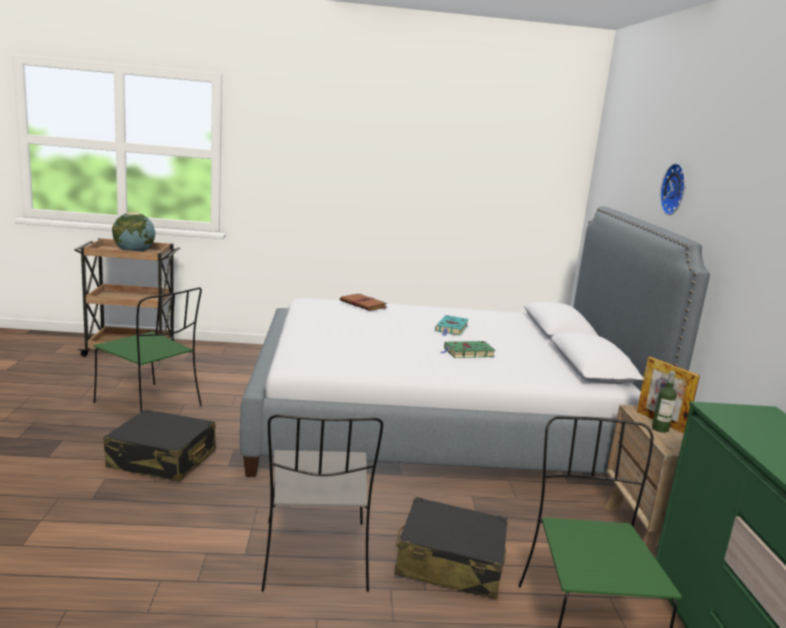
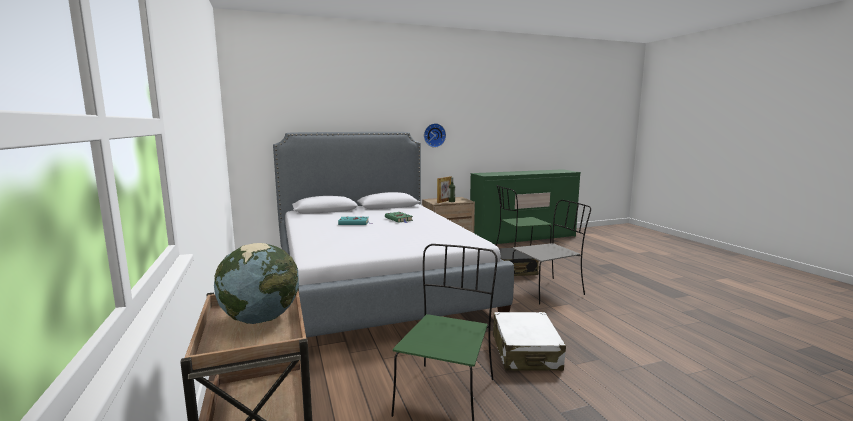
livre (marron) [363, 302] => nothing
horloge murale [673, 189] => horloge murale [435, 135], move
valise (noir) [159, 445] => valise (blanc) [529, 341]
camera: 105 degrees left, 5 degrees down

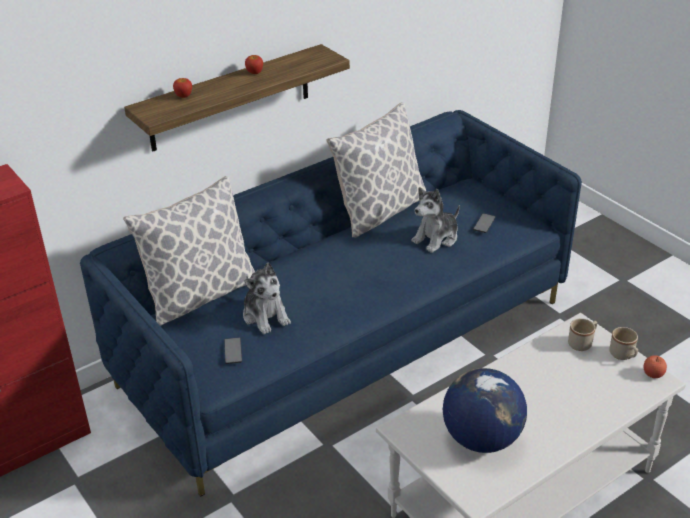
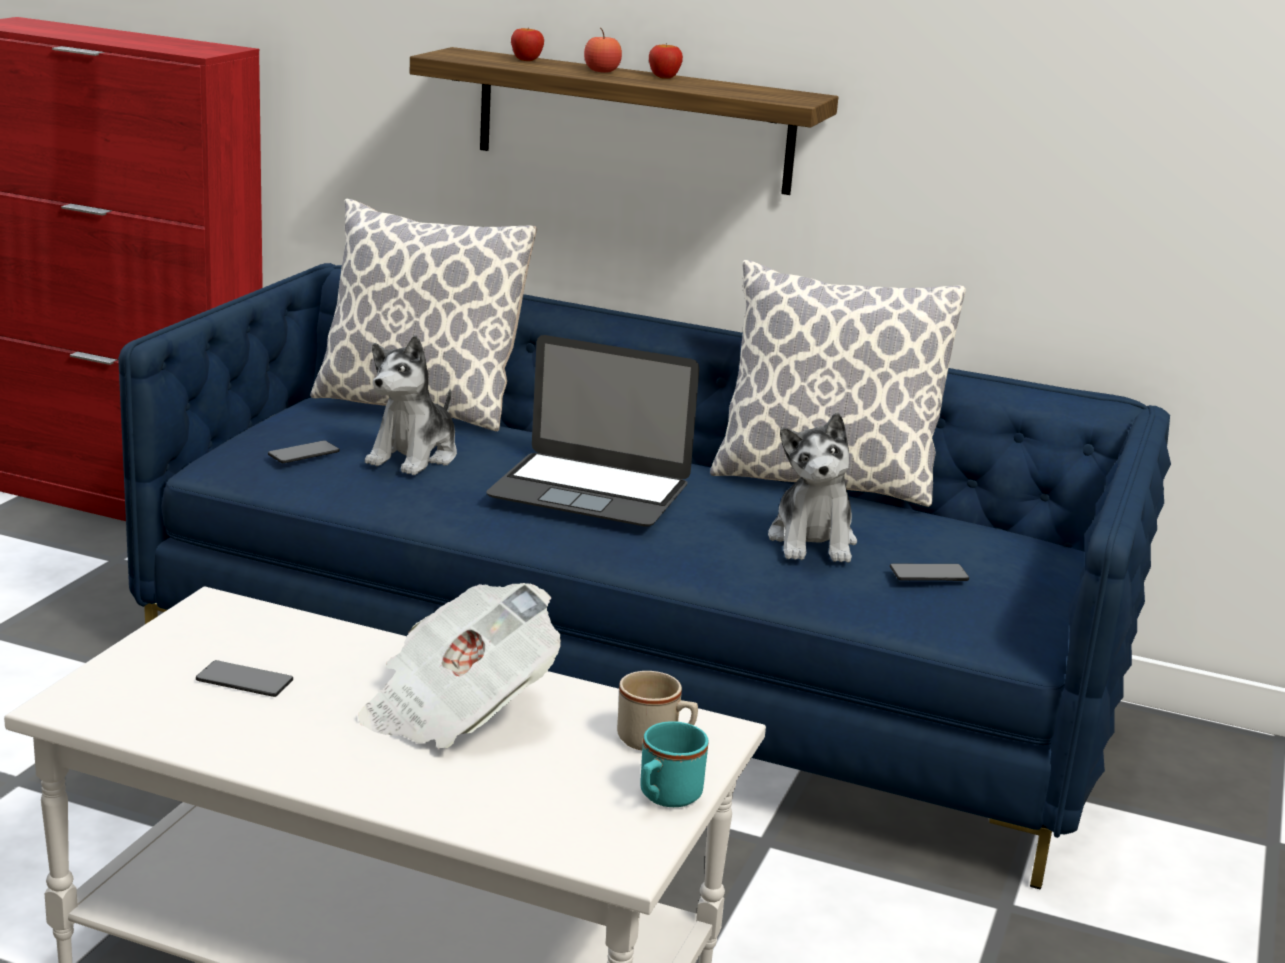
nothing => journal [459, 665]
nothing => ordinateur portable [592, 431]
pomme [655, 366] => pomme [603, 50], move
globe [485, 410] => téléphone [244, 678]
mug (beige) [624, 343] => mug (turquoise) [674, 764]
peluche [435, 220] => peluche [812, 487], 105 degrees counterclockwise
camera: 55 degrees right, 15 degrees down

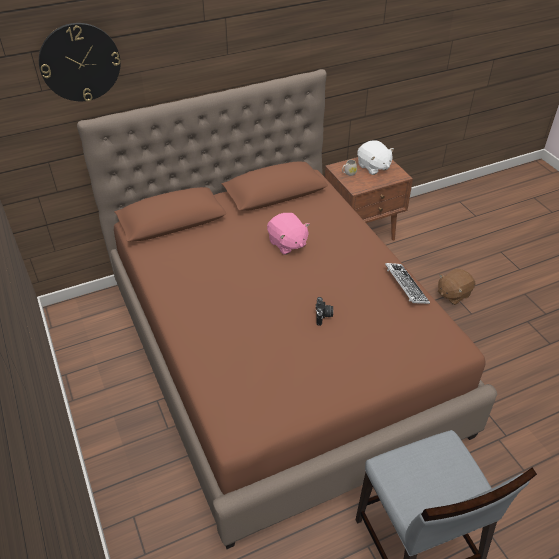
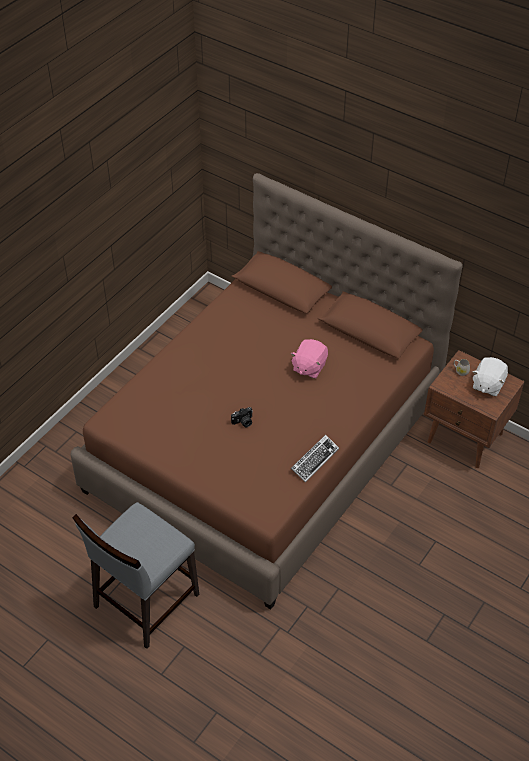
horloge murale [79, 62] => nothing
peluche (marron) [456, 286] => nothing
camera: 60 degrees right, 5 degrees up

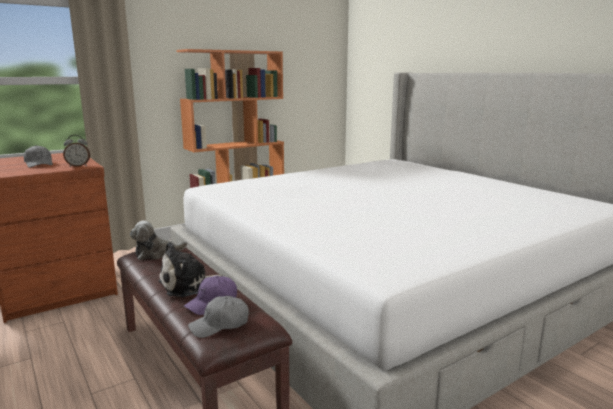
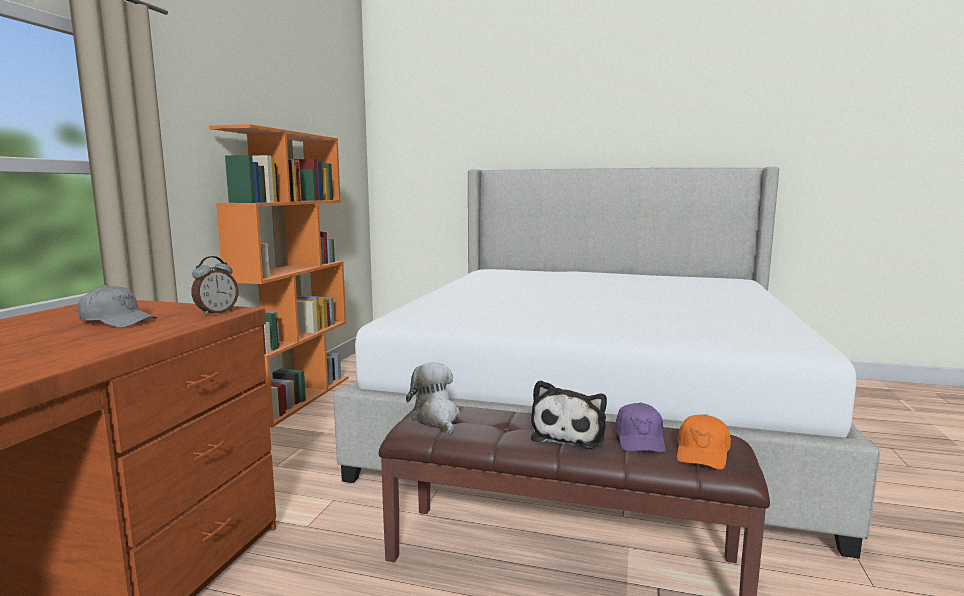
casquette (gris) [218, 317] => casquette (orange) [704, 442]
peluche [159, 240] => peluche [433, 398], 135 degrees clockwise
camera: 40 degrees left, 5 degrees down

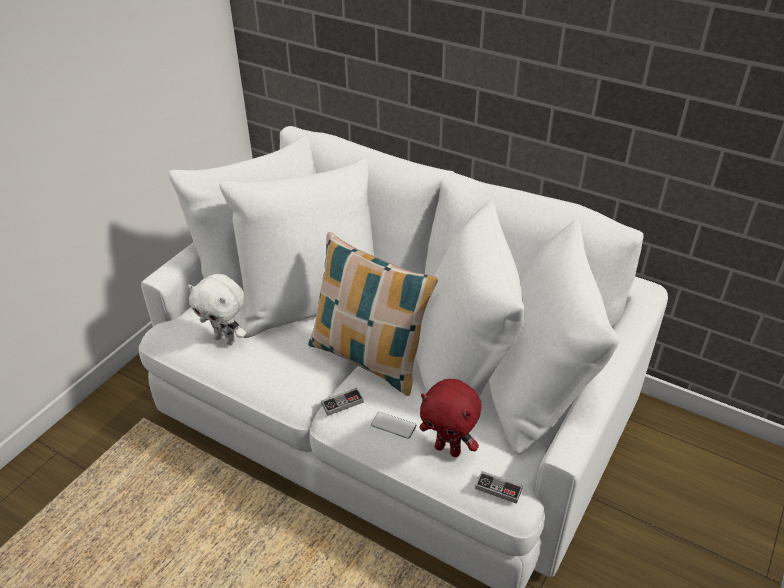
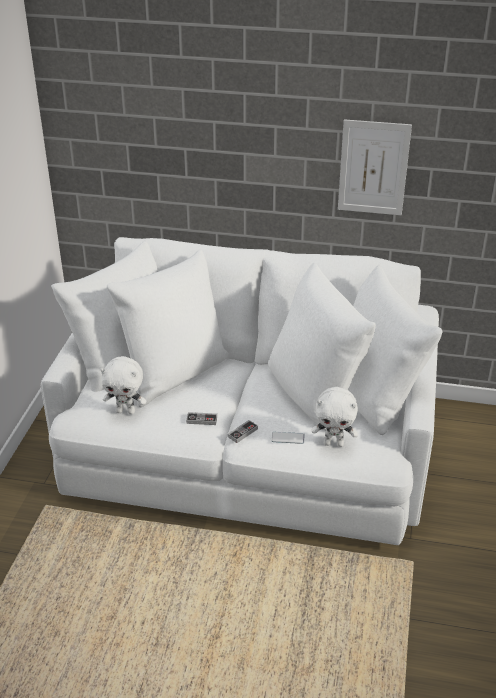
coussin [373, 314] => nothing
nothing => tableau [375, 167]
manette [499, 487] => manette [201, 418], move
peluche (rouge) [450, 418] => peluche (blanc) [335, 417]
camera: 20 degrees left, 5 degrees down

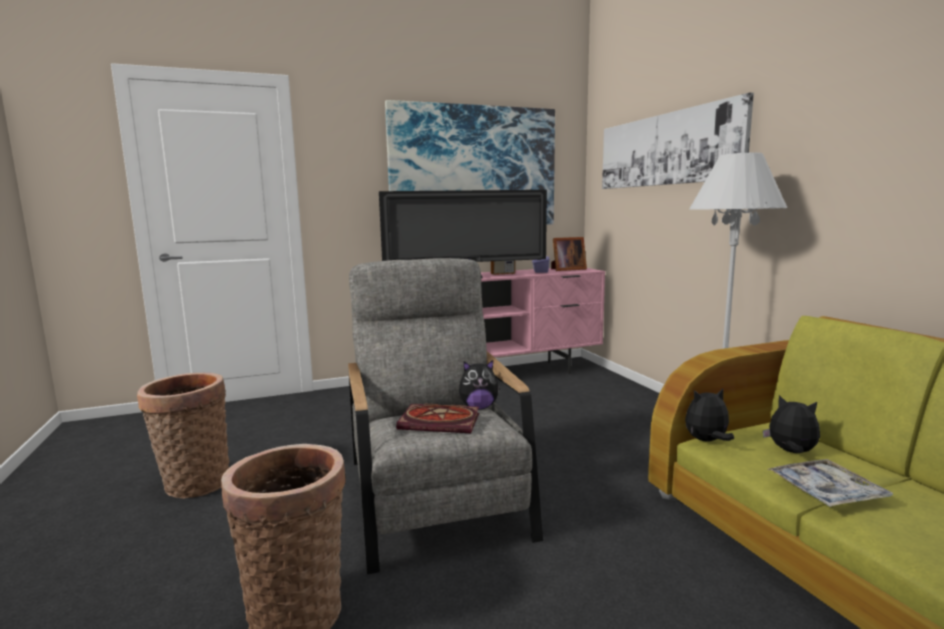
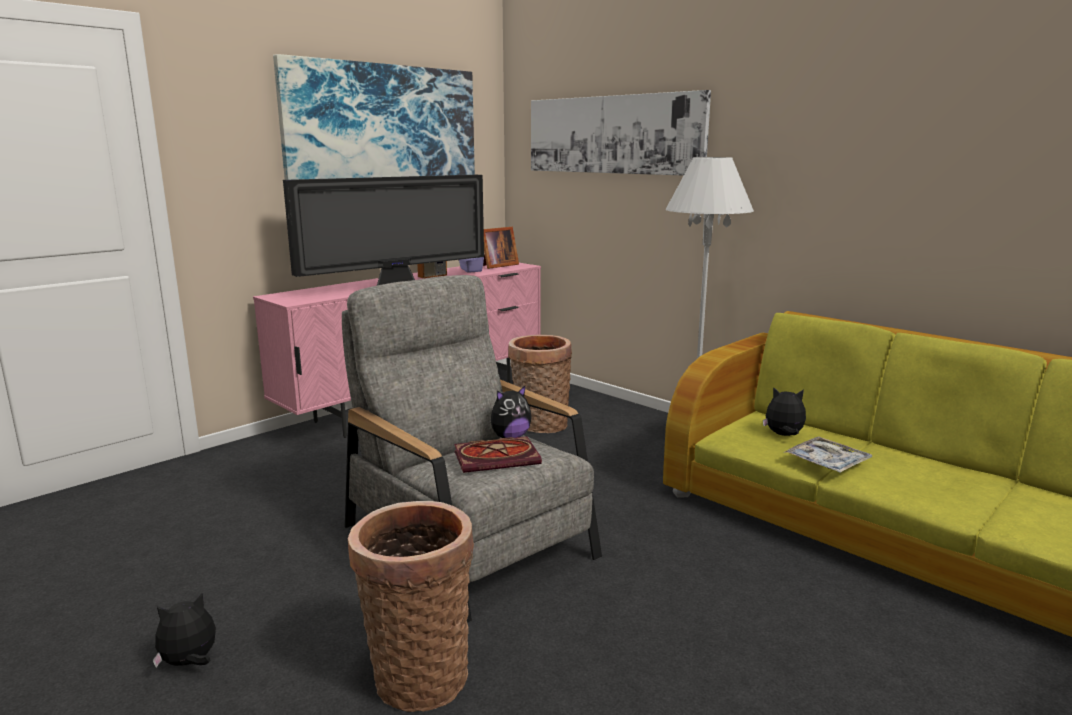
panier [183, 436] => panier [540, 384], move
peluche [709, 415] => peluche [184, 630], move
camera: 25 degrees left, 5 degrees up

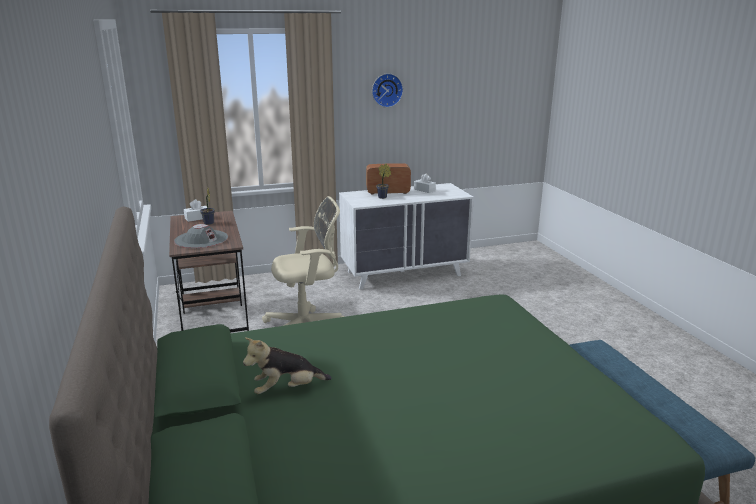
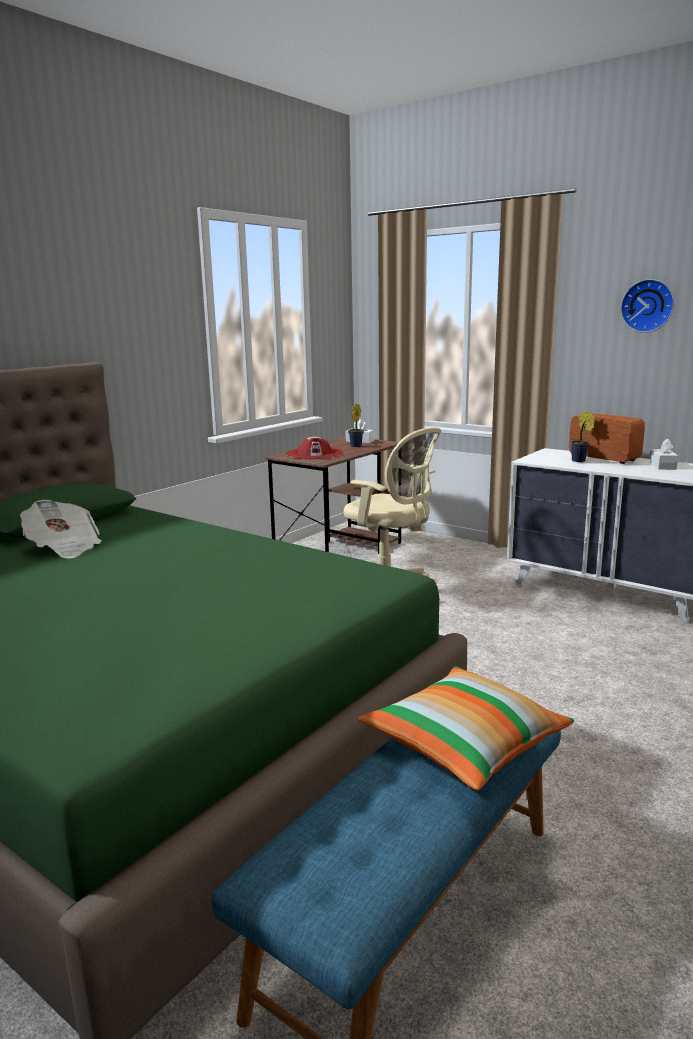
nothing => coussin [466, 728]
peluche [287, 366] => journal [61, 529]
chapeau (gris) [201, 236] => chapeau (rouge) [315, 448]
camera: 55 degrees right, 5 degrees down

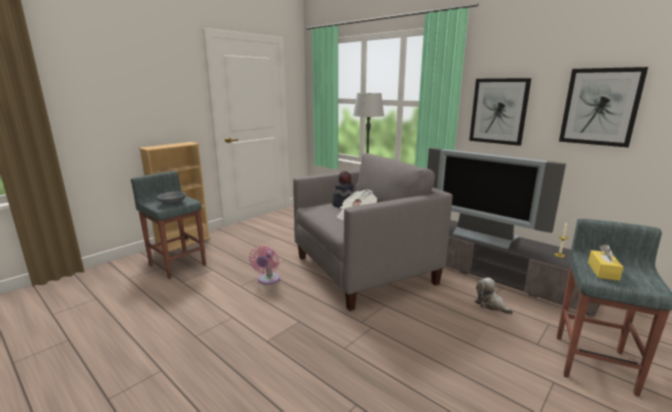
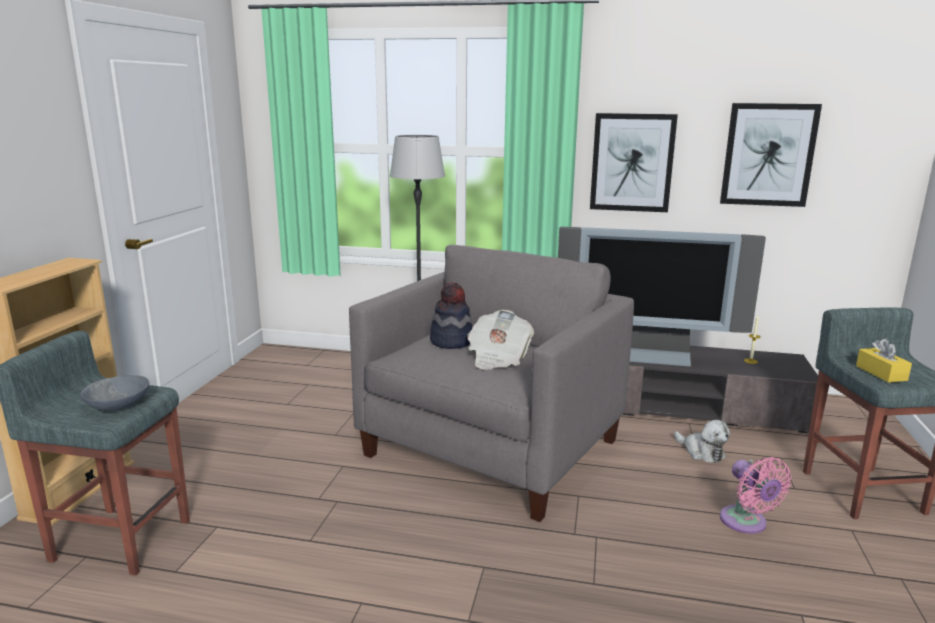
ventilateur (rose) [264, 265] => ventilateur (rose) [756, 495], move
peluche [494, 296] => peluche [702, 441], 150 degrees counterclockwise
camera: 30 degrees left, 0 degrees up

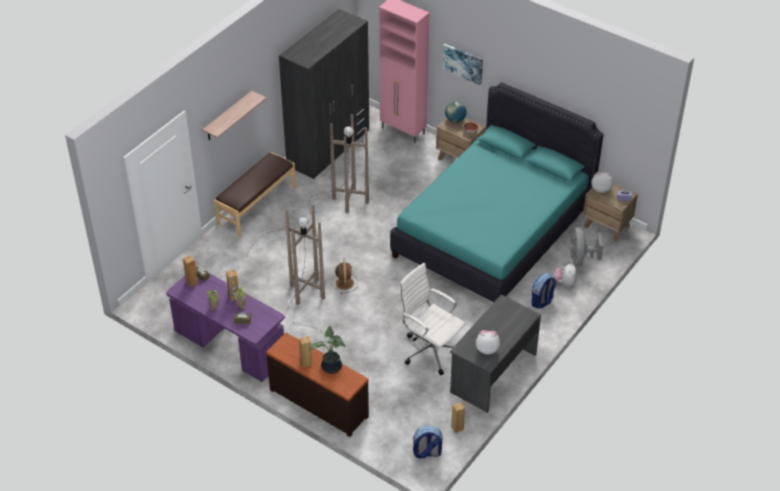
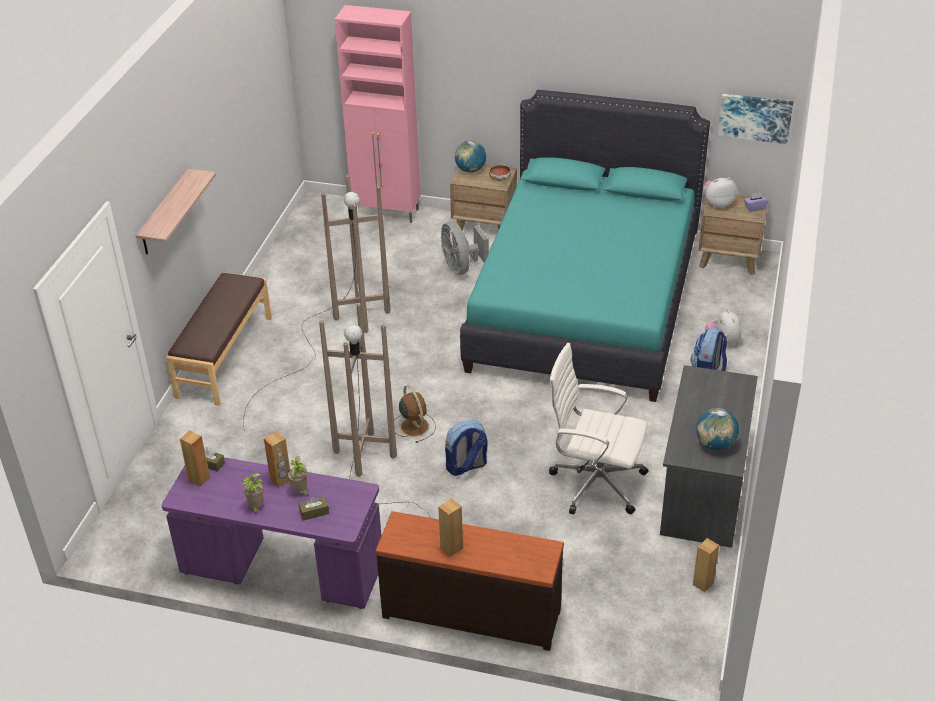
armoire (gris) [324, 94] => nothing
plante en pot [327, 350] => nothing
sac à dos [427, 442] => sac à dos [466, 448], move
tableau [463, 64] => tableau [756, 119], move
ventilateur (gris) [587, 246] => ventilateur (gris) [465, 248], move
peluche [488, 342] => globe [717, 429]
camera: 20 degrees left, 5 degrees down

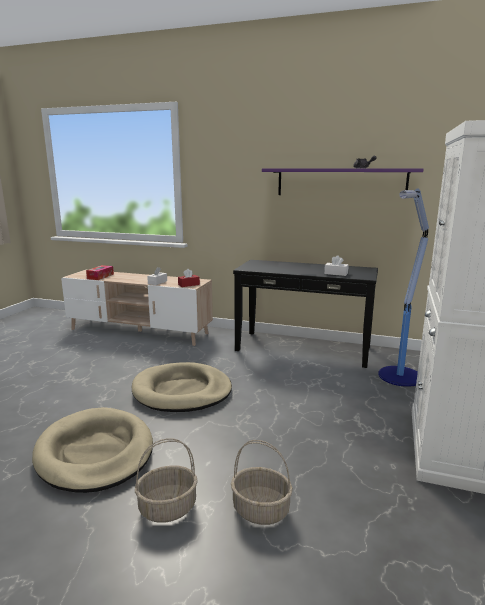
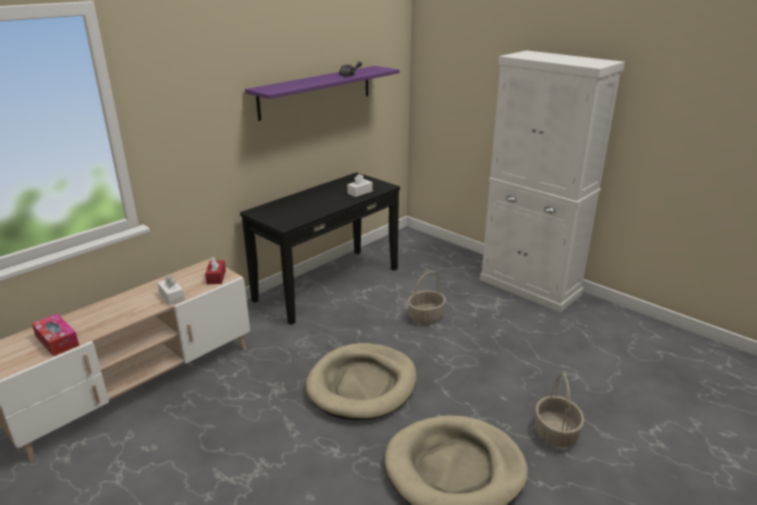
lampadaire [403, 288] => nothing
panier [262, 482] => panier [427, 297], move
camera: 65 degrees left, 10 degrees up

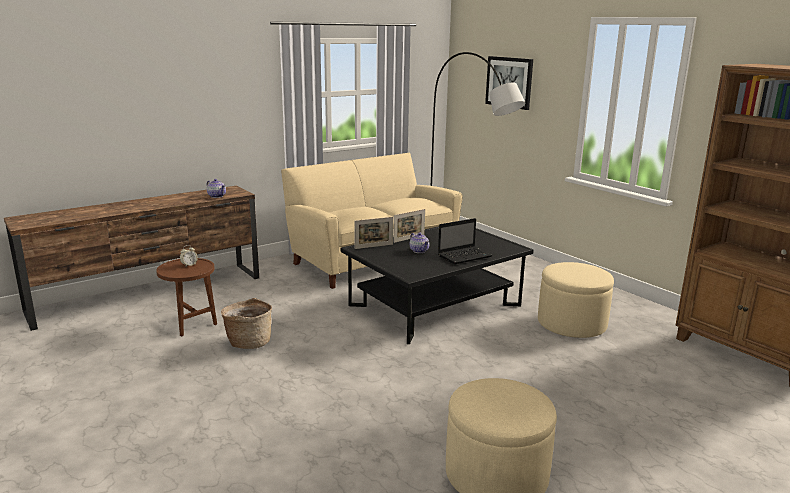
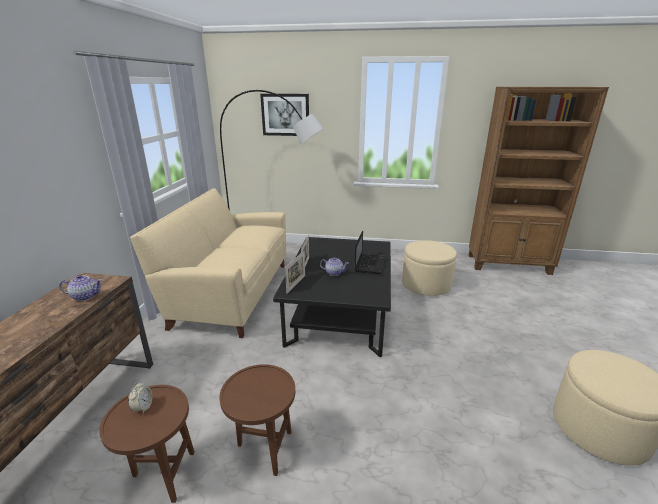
panier [246, 323] => table d'appoint (marron) [257, 420]
camera: 45 degrees left, 5 degrees up

